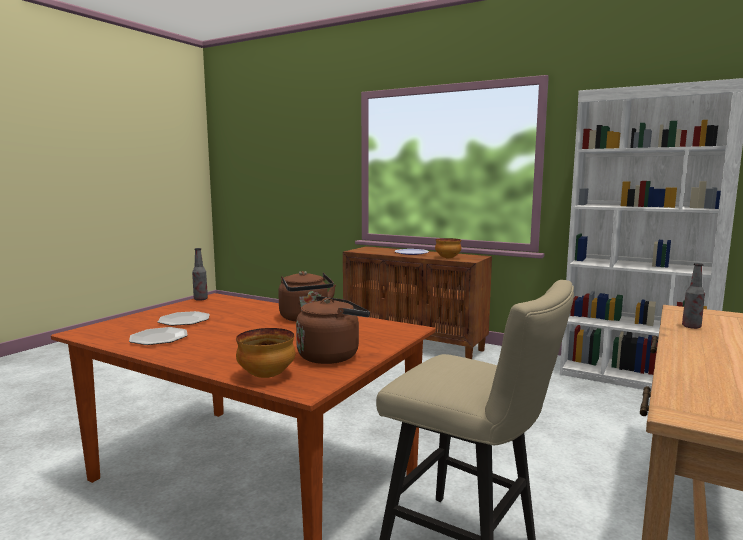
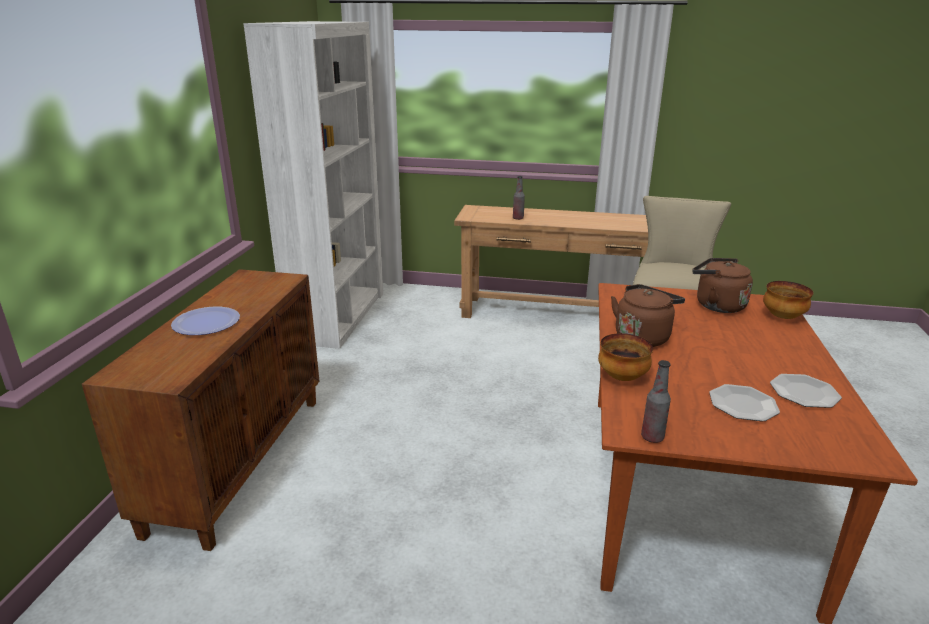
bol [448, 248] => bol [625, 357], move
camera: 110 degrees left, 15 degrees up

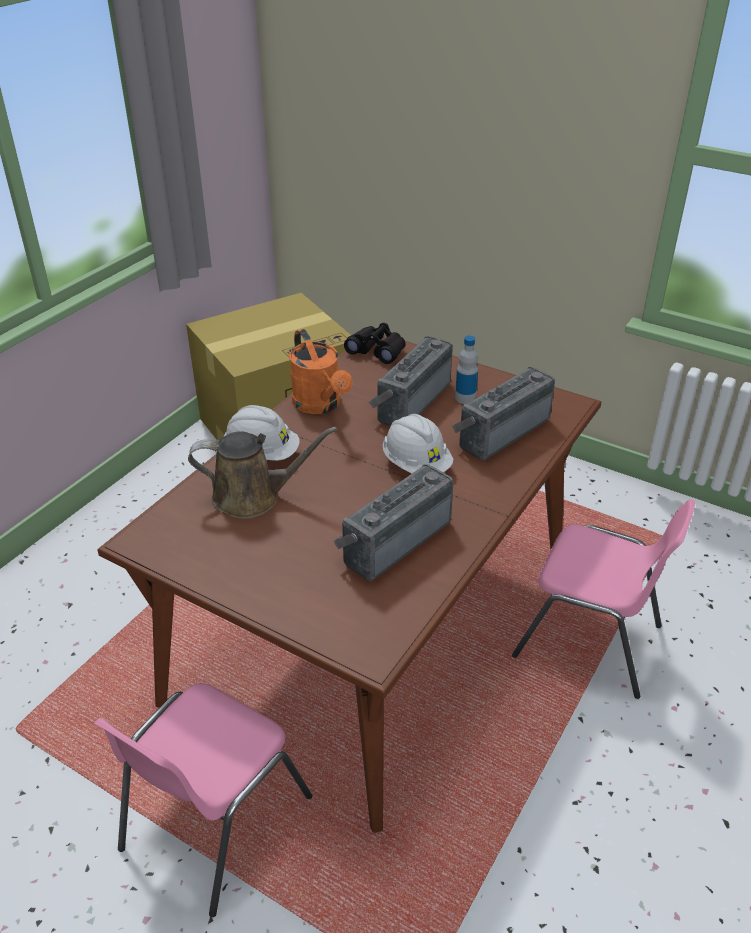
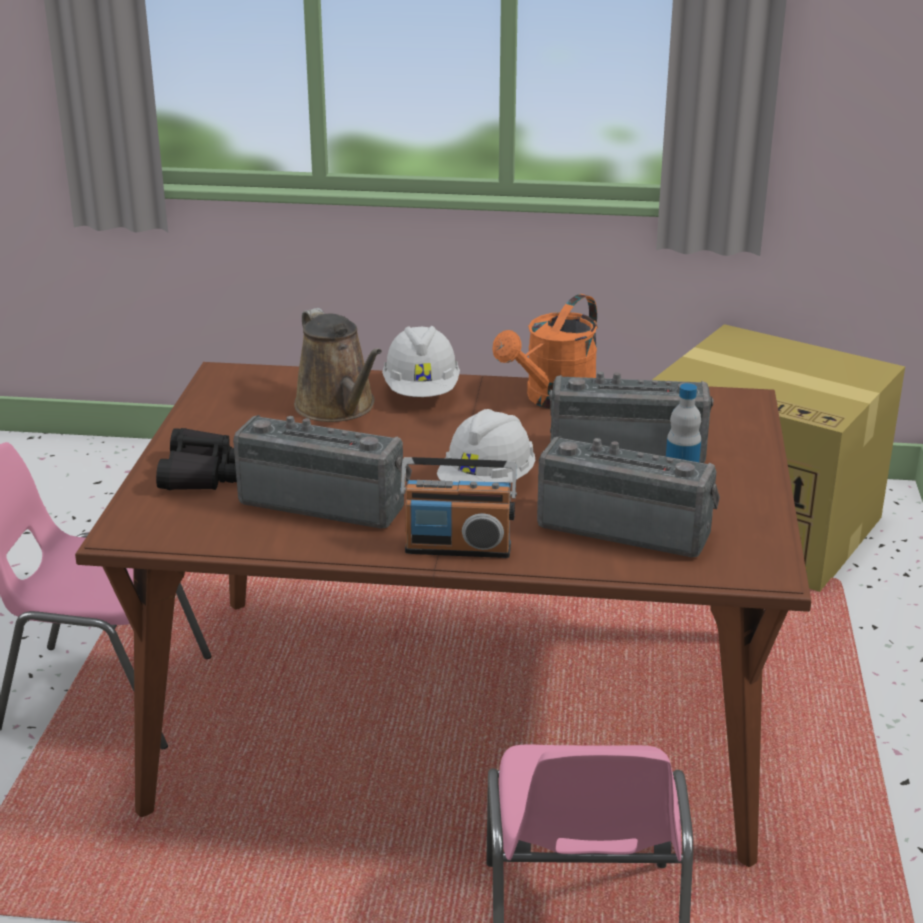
nothing => radio [458, 507]
jumelles (noir) [375, 343] => jumelles (noir) [196, 459], move
camera: 65 degrees right, 10 degrees down

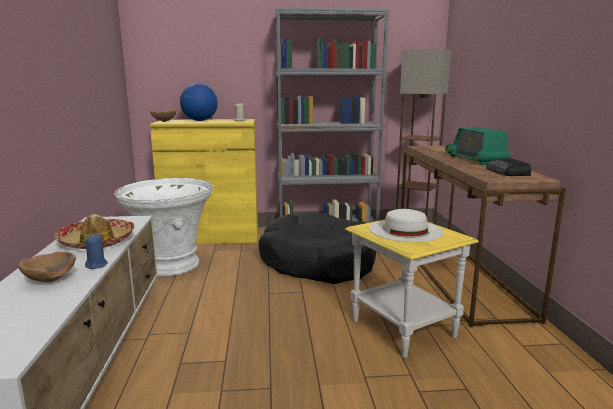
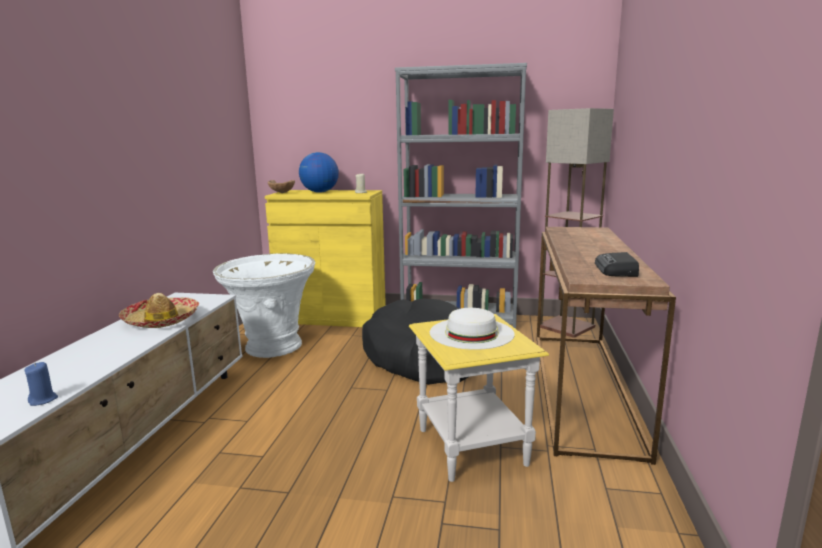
bol (marron) [47, 267] => nothing
radio [477, 146] => nothing
bougie (bleu) [96, 251] => bougie (bleu) [41, 384], move
camera: 15 degrees right, 0 degrees up

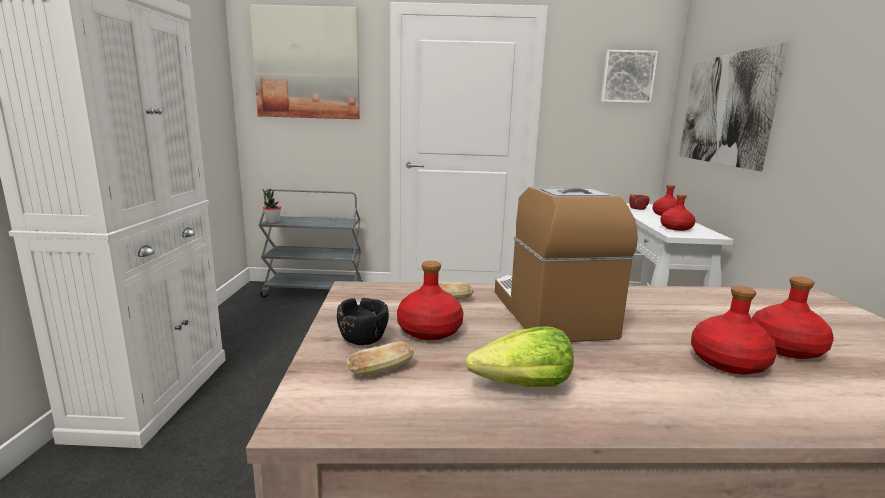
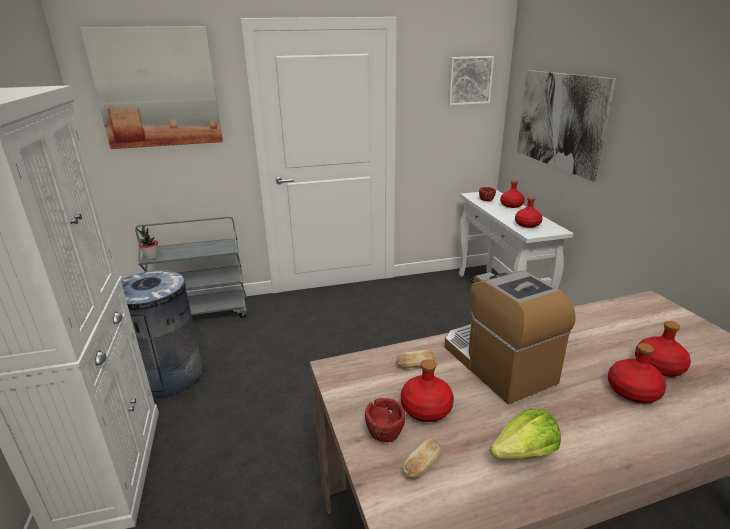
nothing => poubelle (gris) [162, 334]
bol (noir) [363, 321] => bol (rouge) [385, 420]
camera: 15 degrees left, 10 degrees up

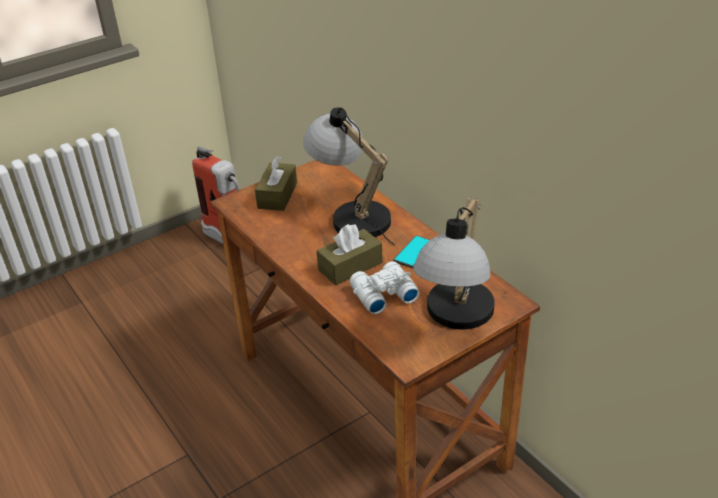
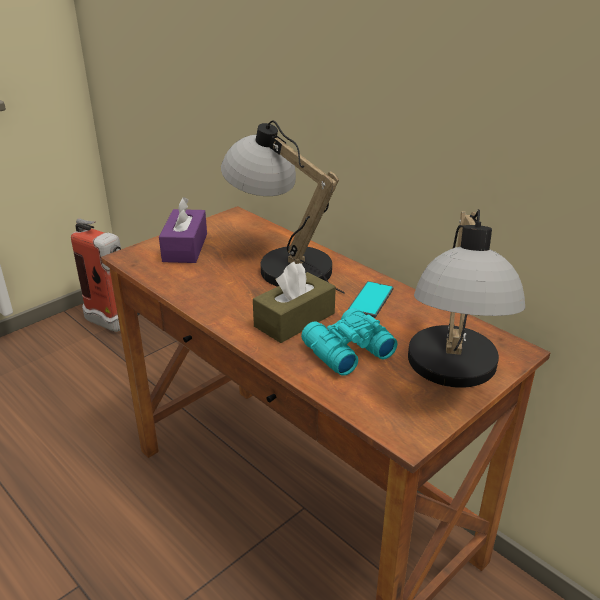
boîte à mouchoirs (marron) [276, 183] => boîte à mouchoirs (violet) [183, 230]
jumelles (blanc) [384, 287] => jumelles (turquoise) [349, 342]
camera: 10 degrees left, 5 degrees down

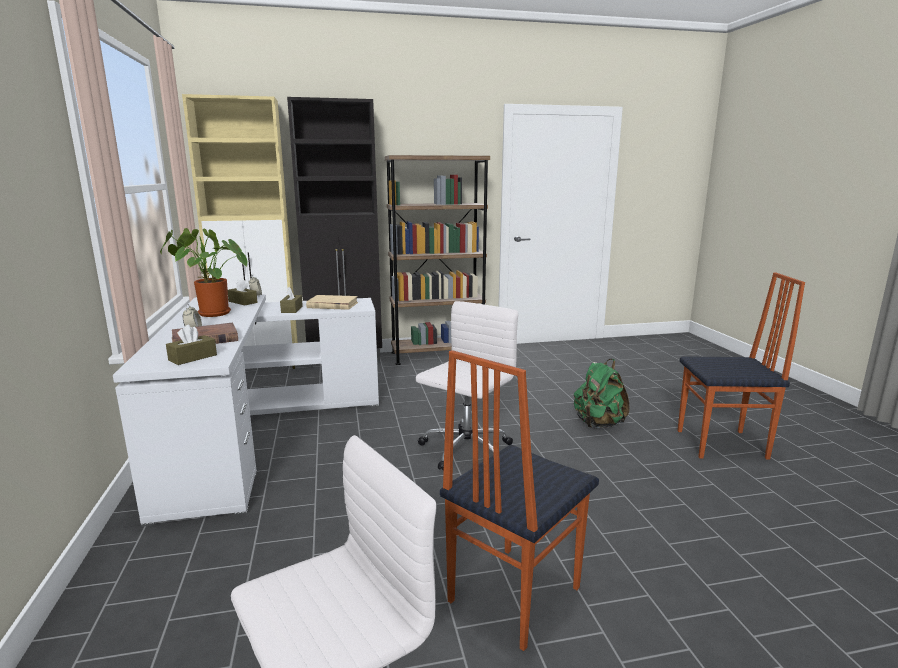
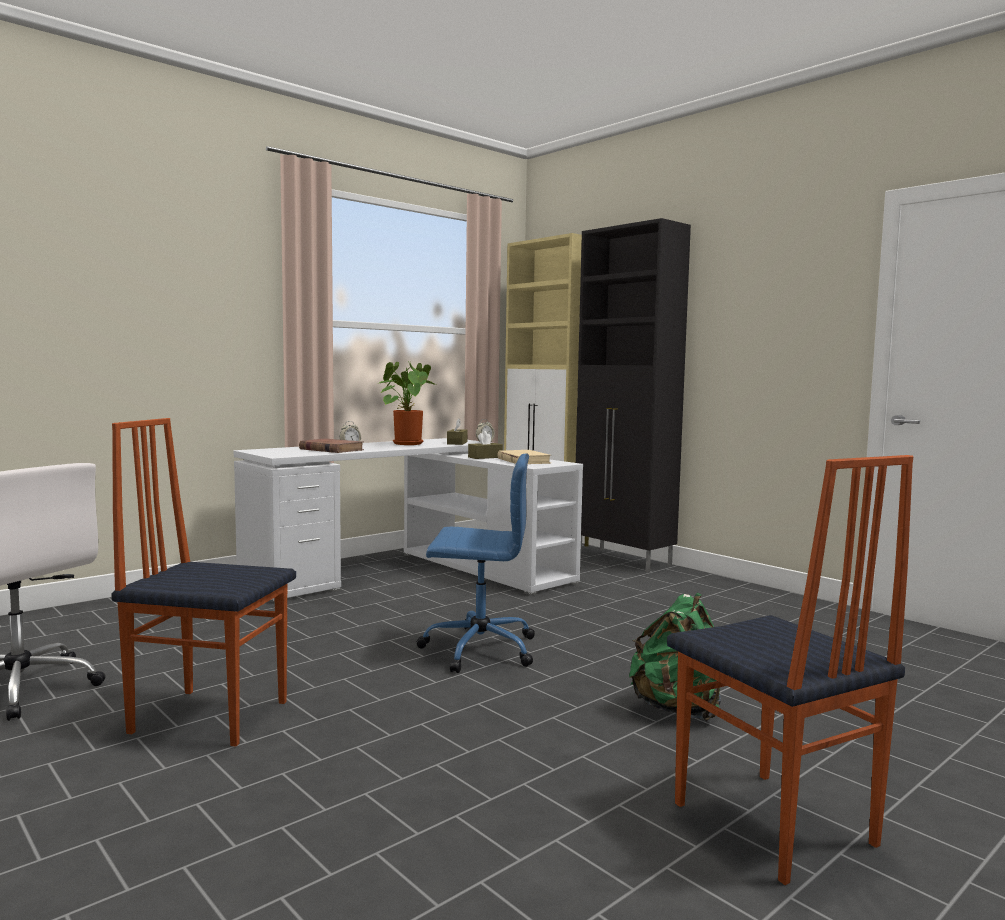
boîte à mouchoirs (marron) [191, 345] => nothing
bibliothèque (marron) [437, 260] => nothing
chaise de bureau (blanc) [467, 386] => chaise de bureau (bleu) [476, 563]
camera: 60 degrees right, 10 degrees down

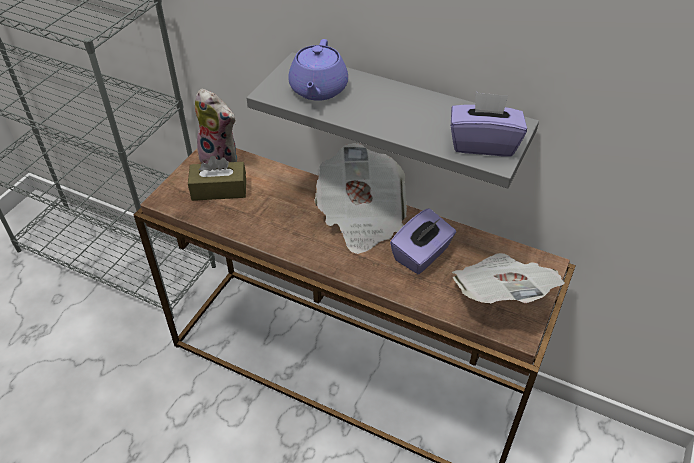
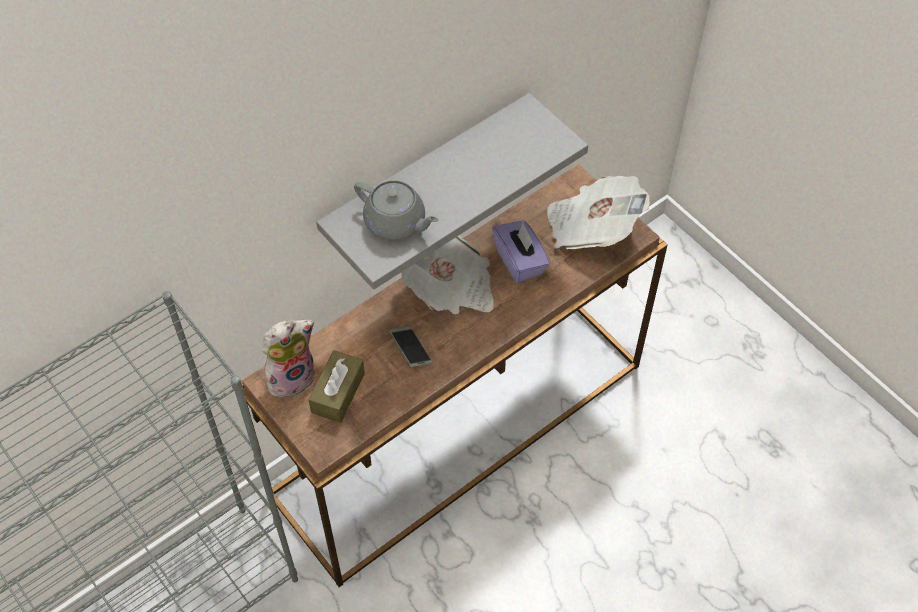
boîte à mouchoirs (violet) [489, 124] => nothing
nothing => téléphone [410, 346]
théière (violet) [318, 70] => théière (gris) [396, 210]
camera: 65 degrees left, 10 degrees up

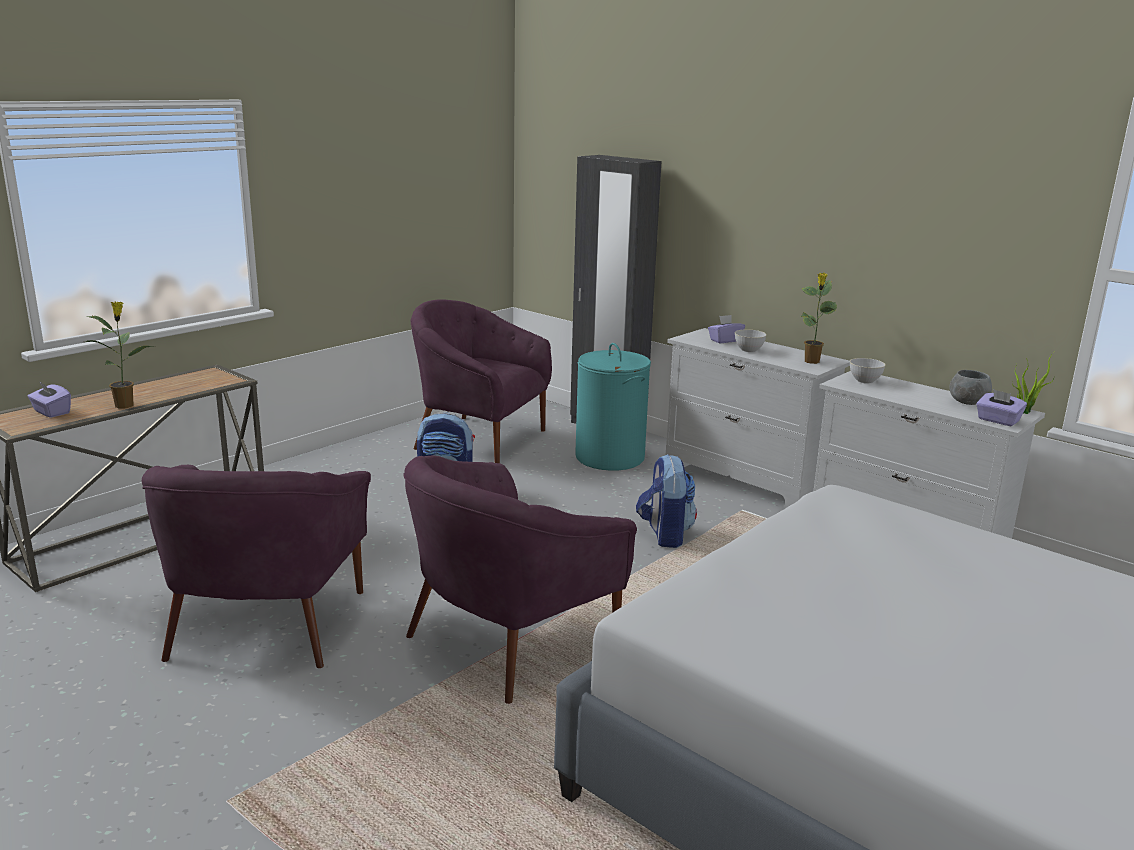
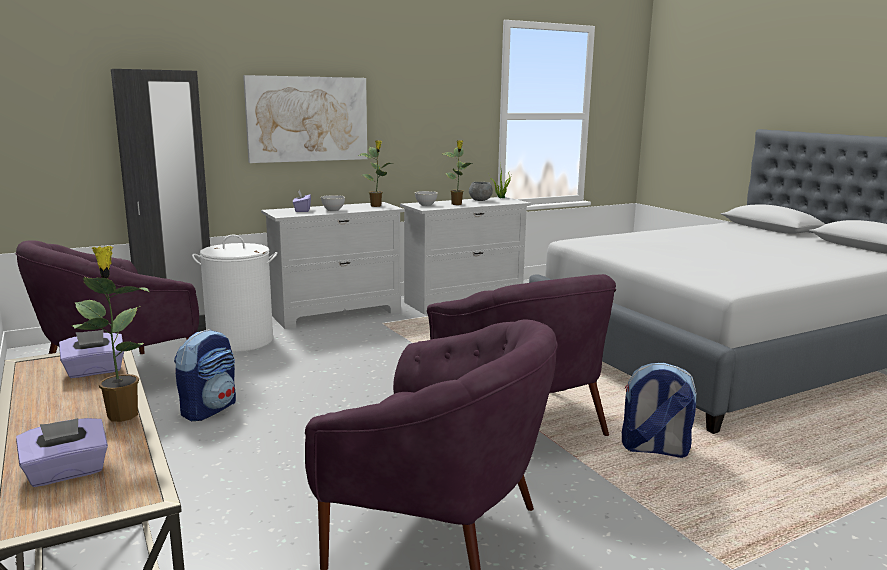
nothing => tableau [305, 119]
nothing => plante en pot [457, 172]
sac à dos [666, 501] => sac à dos [659, 410], move
boîte à mouchoirs (violet) [1001, 407] => boîte à mouchoirs (violet) [91, 354], move
panier à linge (turquoise) [613, 407] => panier à linge (blanc) [234, 293]
camera: 70 degrees left, 5 degrees down

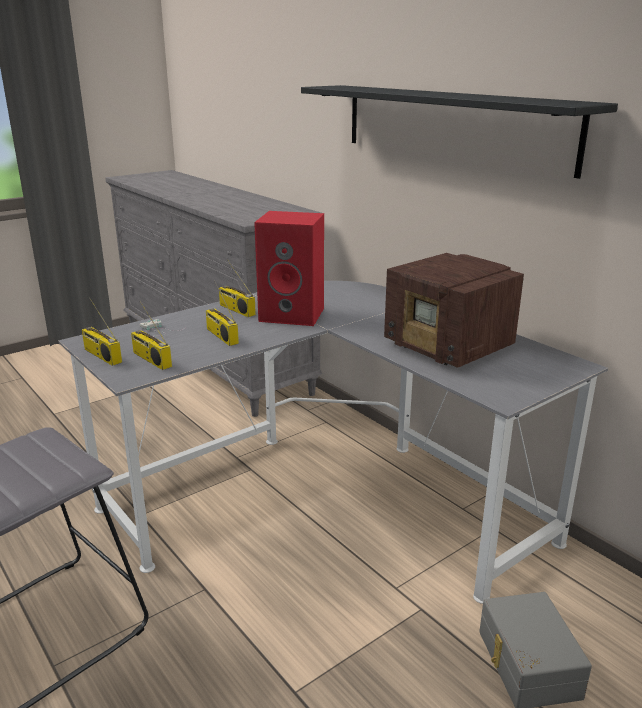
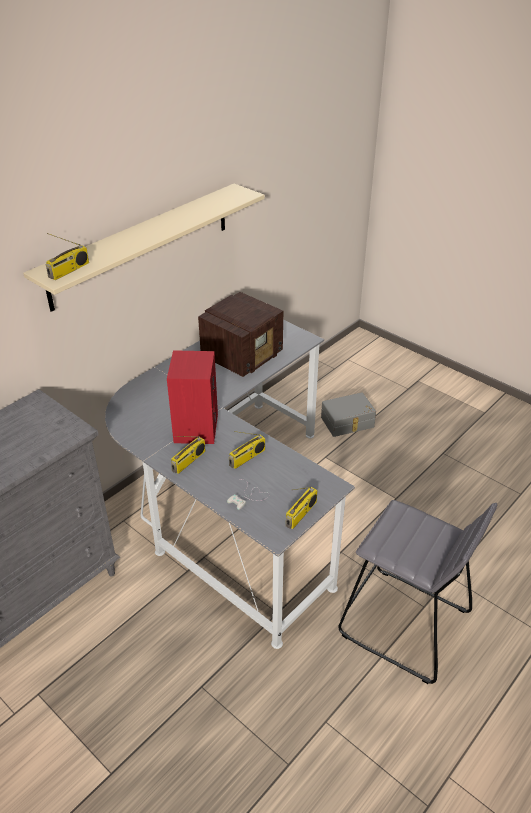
radio [151, 335] => radio [67, 256], move
étagère (noir) [459, 132] => étagère (beige) [144, 248]
camera: 100 degrees left, 15 degrees up

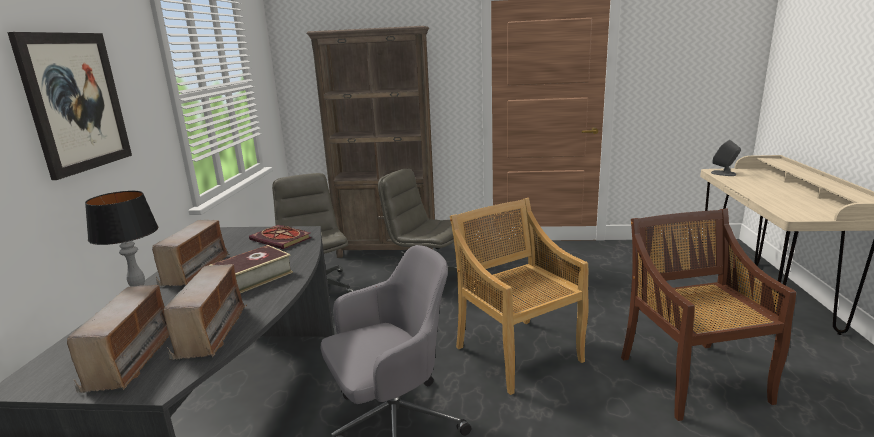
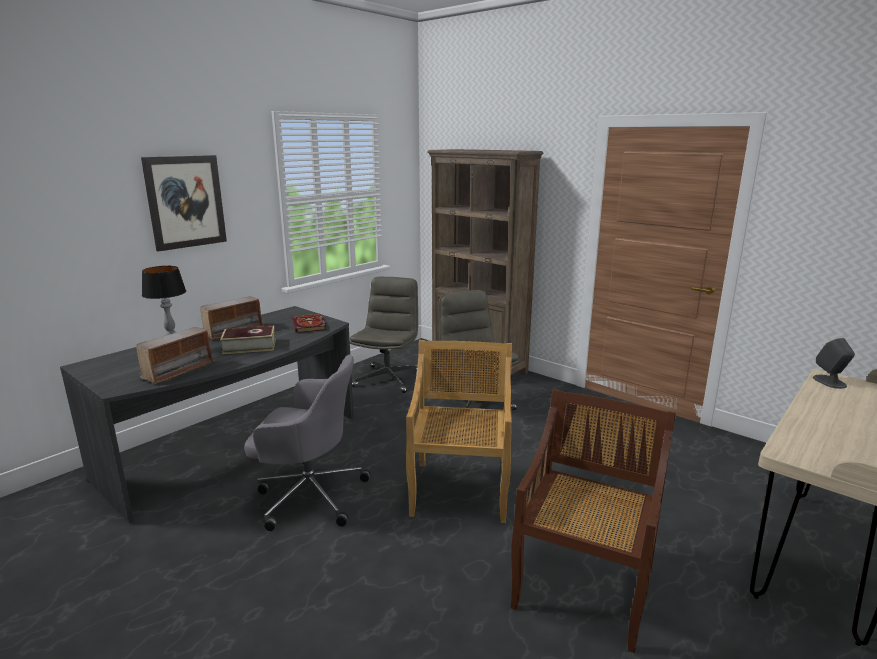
radio [118, 339] => nothing
camera: 35 degrees right, 0 degrees up

